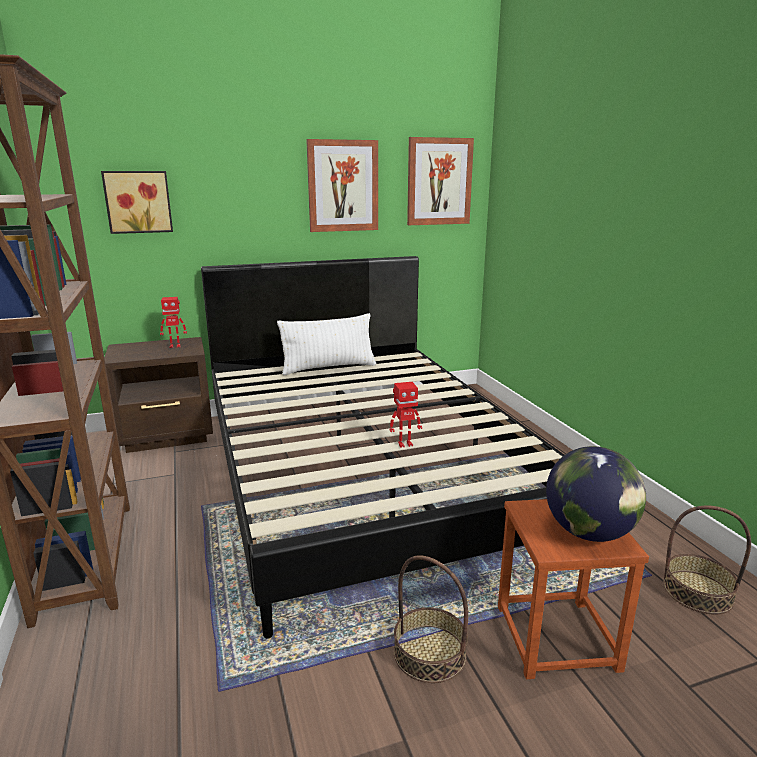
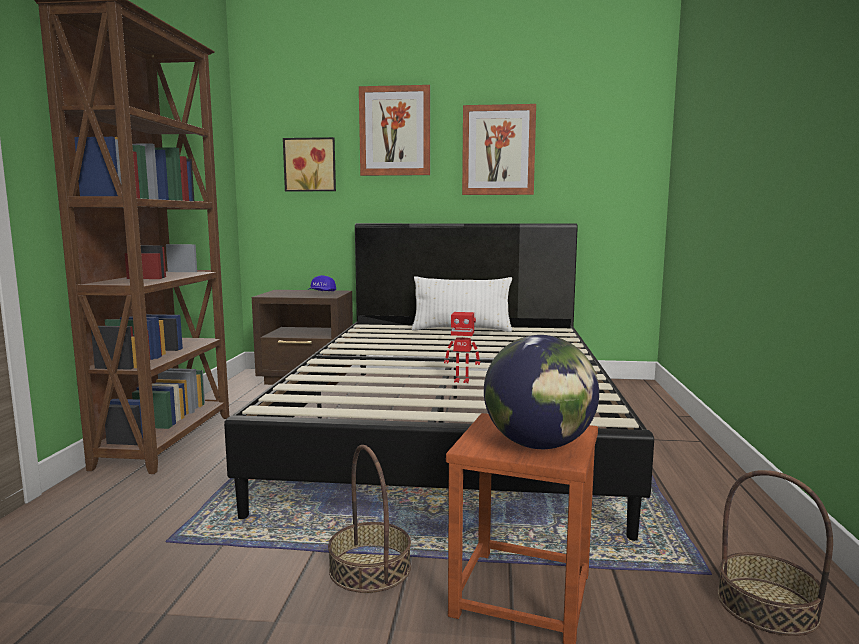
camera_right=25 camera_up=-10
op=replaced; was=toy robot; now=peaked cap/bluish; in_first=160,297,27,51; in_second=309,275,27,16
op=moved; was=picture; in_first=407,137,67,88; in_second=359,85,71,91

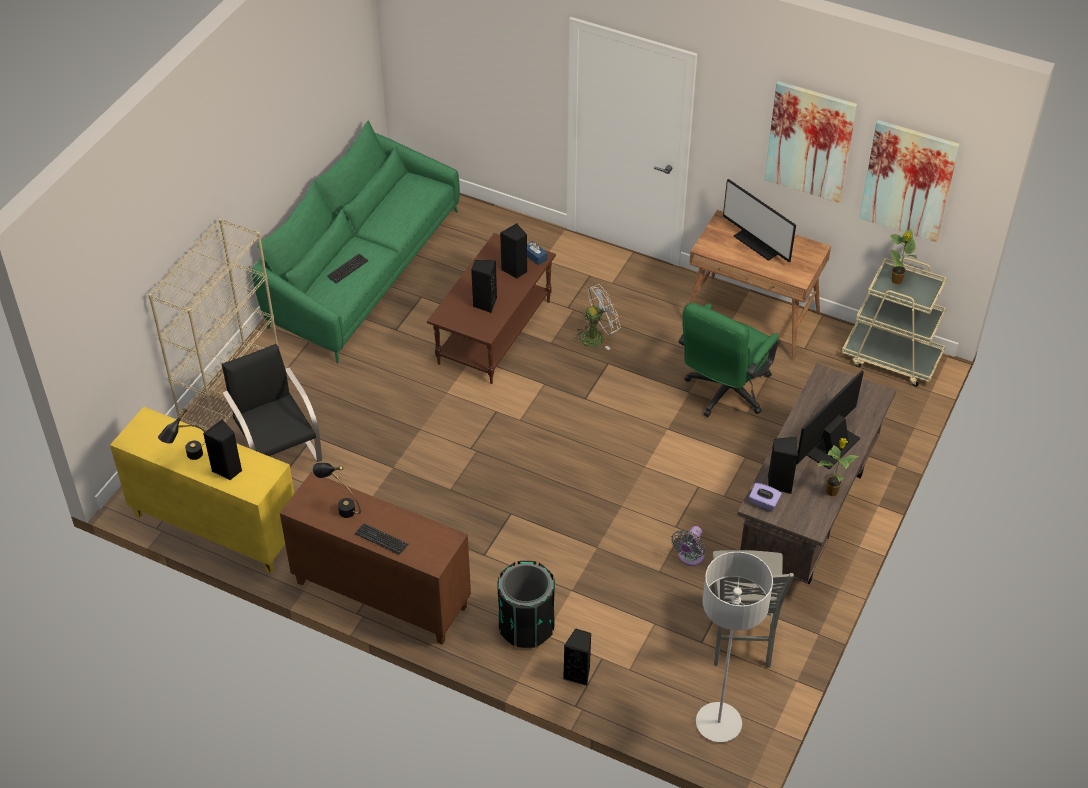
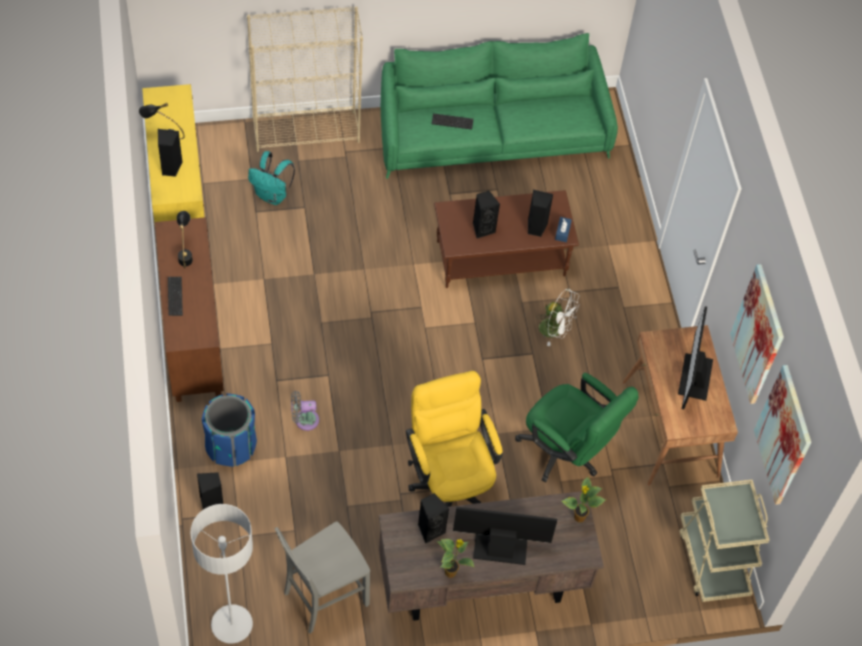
camera_right=50 camera_up=10
op=replaced; was=plain chair/black; now=backpack/turquoise; in_first=222,344,100,118; in_second=248,151,47,54
op=recoloured; was=rubbish bin/black; now=rubbish bin/bluish; in_first=497,561,58,87; in_second=202,393,55,74
op=moved; was=fan/gray; in_first=671,526,34,40; in_second=291,391,28,40
op=turned; was=desk chair/green-coloured; in_first=679,303,100,114; in_second=515,373,124,109; clockwise=-135
op=removed; was=tissue box/purple-coloured; in_first=749,483,33,28
op=moved; was=plant in a pot; in_first=890,229,27,55; in_second=561,477,45,45
op=added; now=desk chair/yellowish; in_second=406,371,97,136

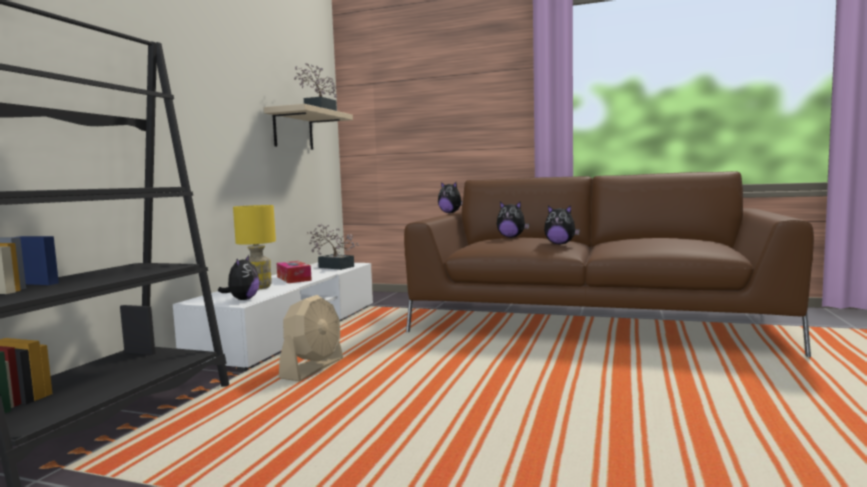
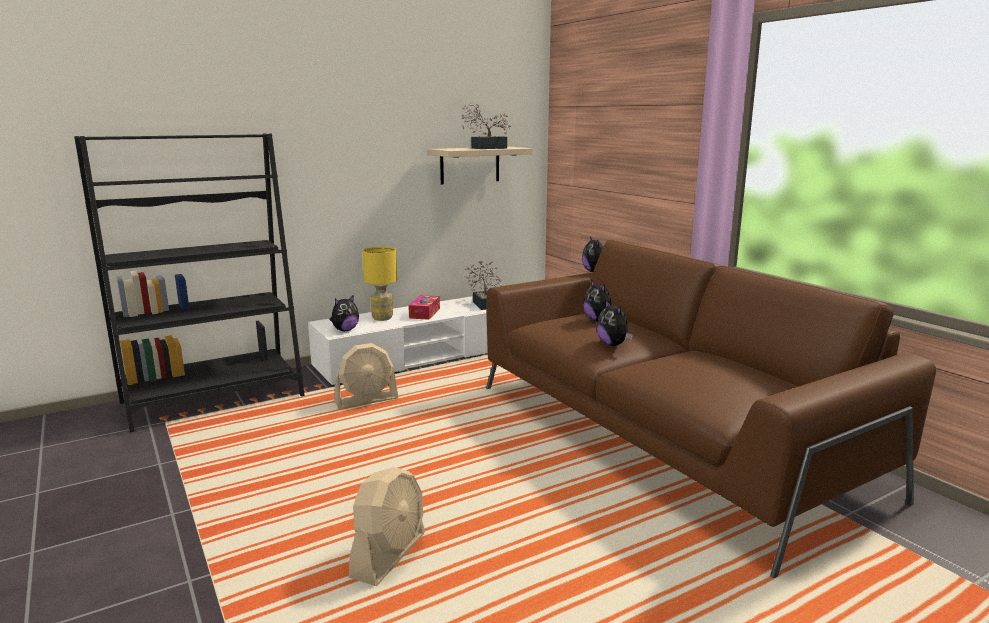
camera_right=40 camera_up=10
op=added; now=fan/sand-coloured; in_second=349,467,76,119

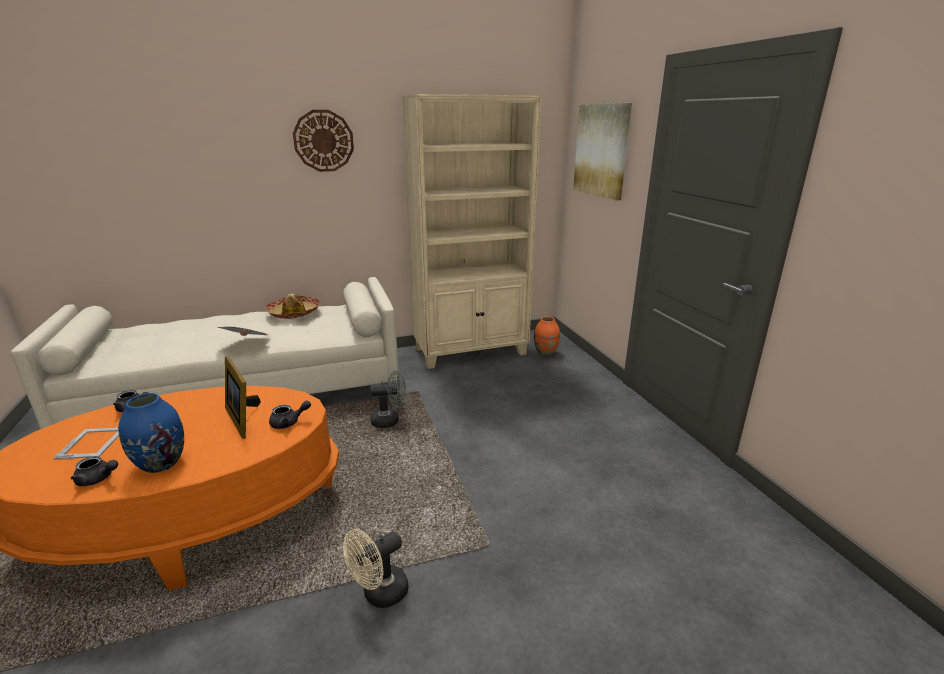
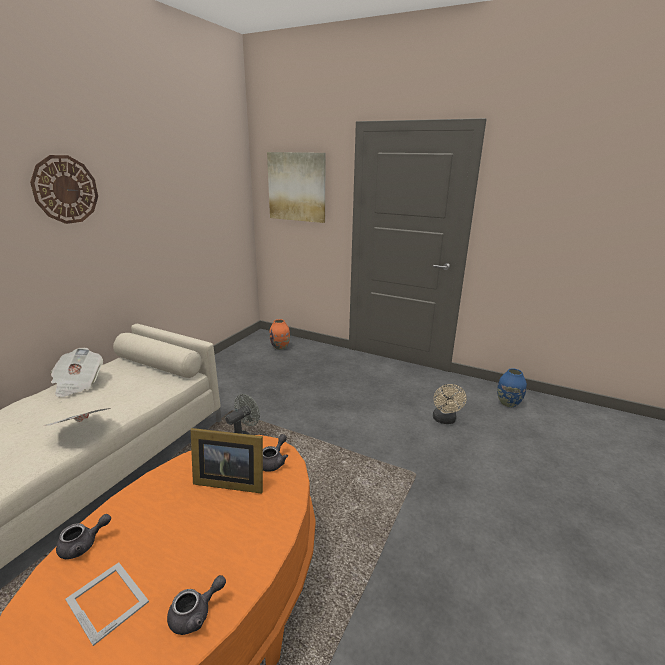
camera_right=-45 camera_up=0
op=moved; was=vase/bluish; in_first=118,393,66,80; in_second=497,368,30,39
op=replaced; was=clothing hat; now=daily paper; in_first=265,294,55,25; in_second=51,348,52,49
op=moved; was=fan/sand-coloured; in_first=343,529,65,79; in_second=433,384,34,40
op=removed; was=shelving unit/sand-coloured; in_first=402,94,140,275

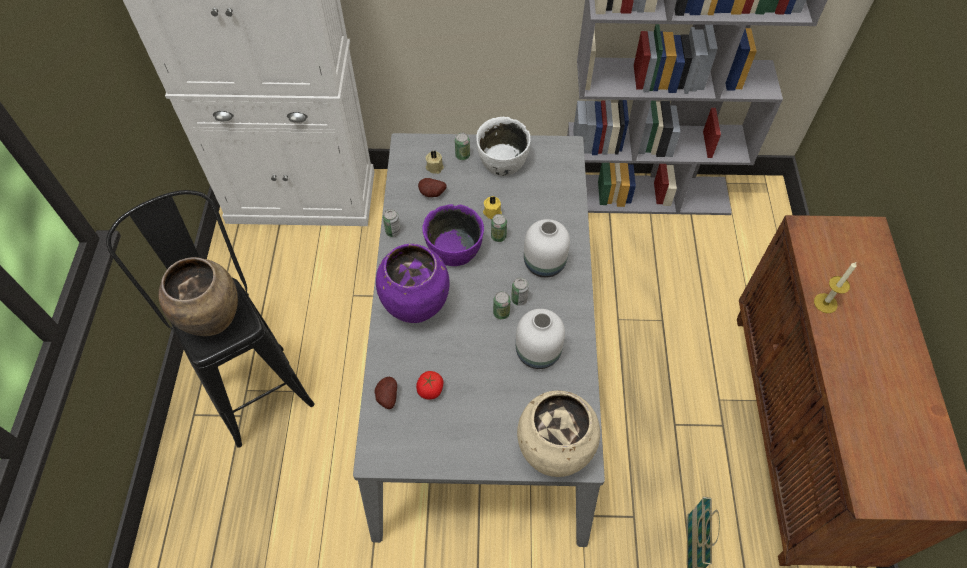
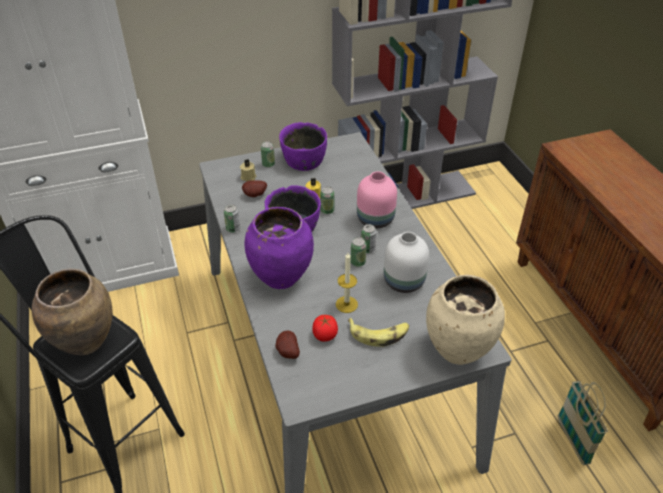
camera_right=-20 camera_up=-15
op=recoloured; was=deep dish/whitish; now=deep dish/purple-coloured; in_first=476,117,55,59; in_second=279,122,48,49
op=recoloured; was=vase/whitish; now=vase/pink; in_first=524,219,46,59; in_second=357,171,40,57
op=moved; was=wax candle; in_first=814,262,43,51; in_second=336,253,22,60
op=added; now=banana fruit; in_second=348,318,61,29

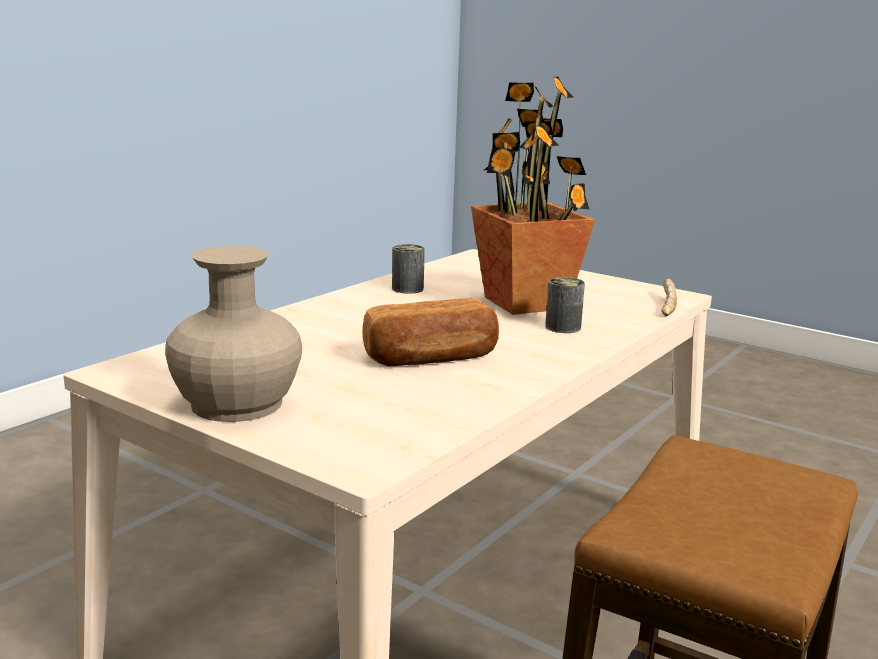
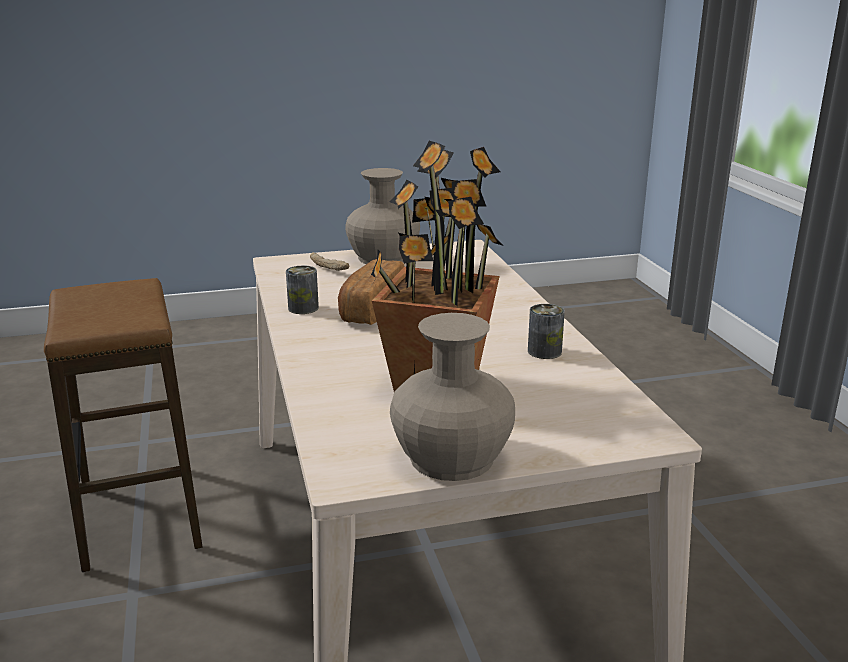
camera_right=130 camera_up=5
op=moved; was=sealed can; in_first=545,277,40,56; in_second=286,266,33,48
op=moved; was=bakery bread; in_first=661,279,16,37; in_second=310,252,39,19
op=added; now=vase/sand-coloured; in_second=390,313,125,168

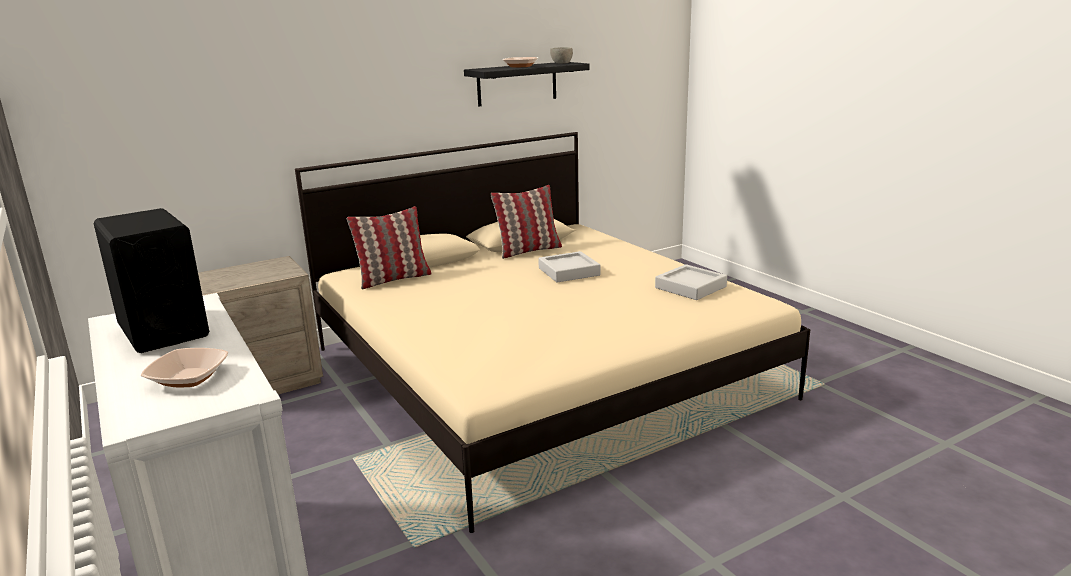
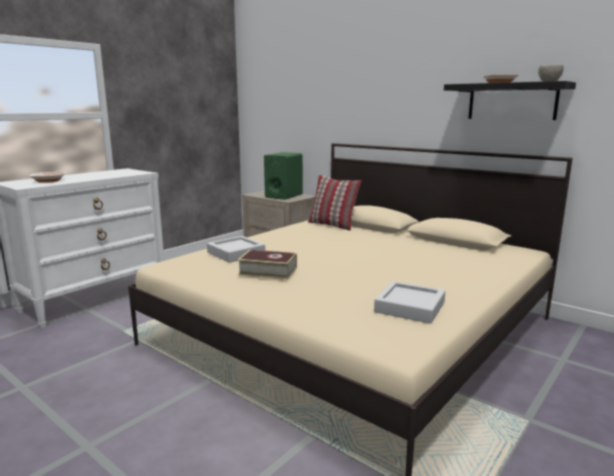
camera_right=70 camera_up=-5
op=removed; was=loudspeaker/black; in_first=94,208,115,145
op=removed; was=throw pillow; in_first=490,185,72,74
op=moved; was=tray/gray; in_first=538,251,63,32; in_second=207,236,58,27
op=added; now=volume; in_second=238,250,59,29
op=added; now=loudspeaker/green-coloured; in_second=264,152,39,48

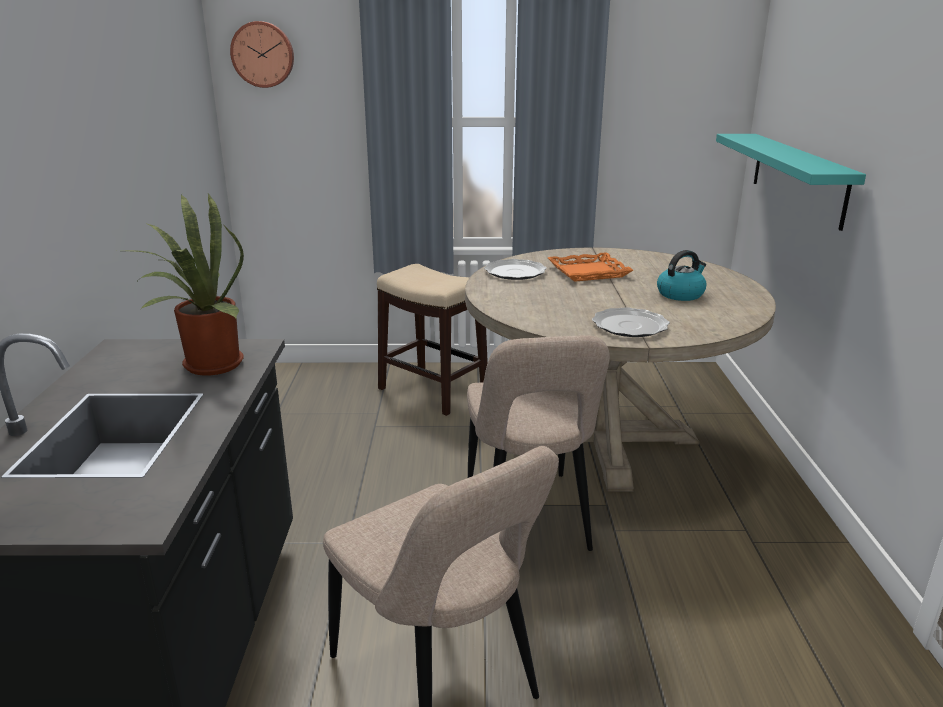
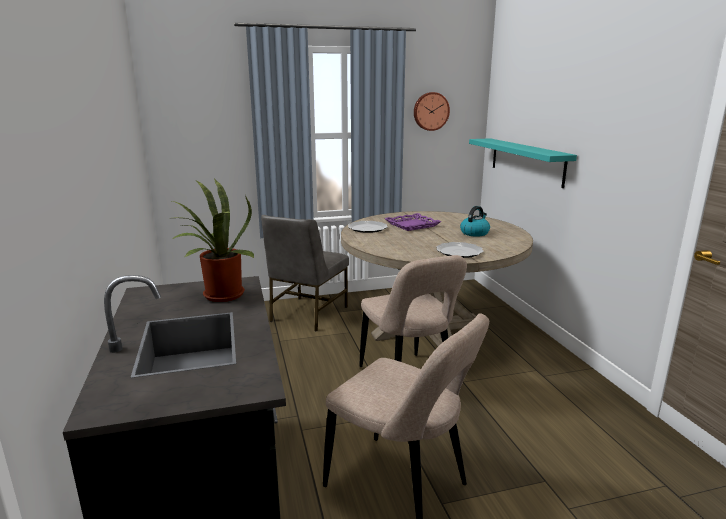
camera_right=-15 camera_up=-5
op=moved; was=wall clock; in_first=230,21,64,67; in_second=414,92,36,39
op=replaced; was=stool; now=plain chair/gray; in_first=377,264,111,152; in_second=261,215,88,117
op=recoloured; was=tray/orangey; now=tray/purple-coloured; in_first=548,252,85,30; in_second=385,213,56,18

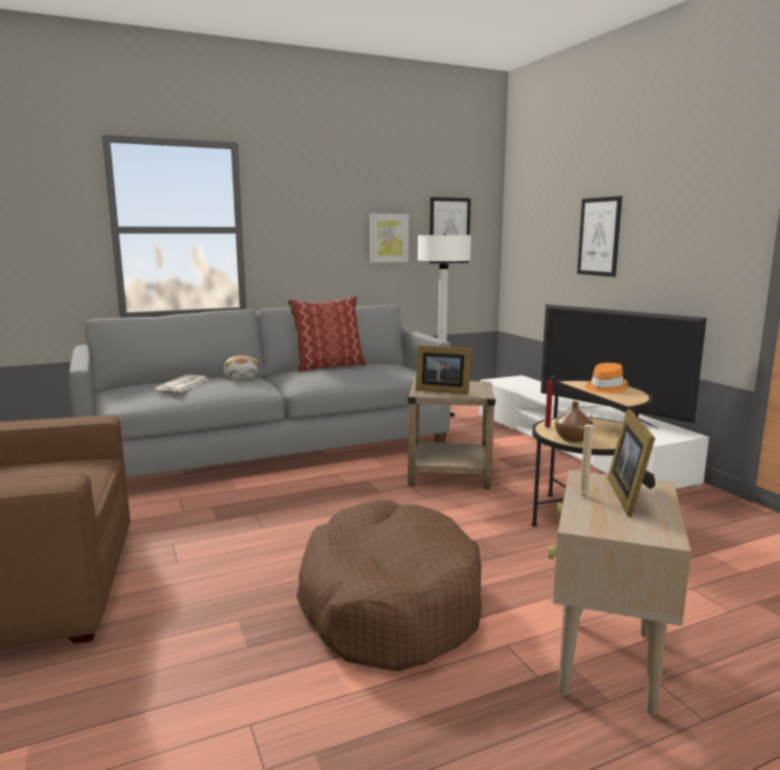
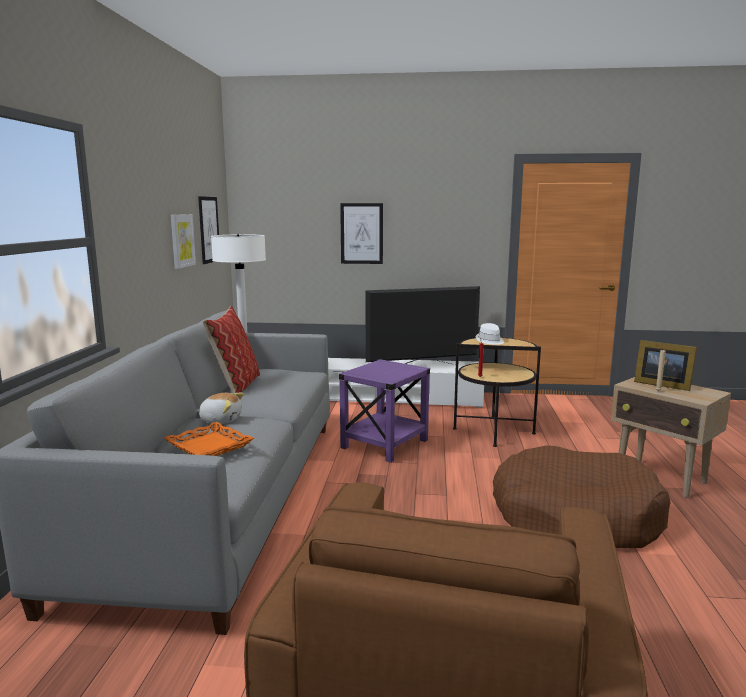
camera_right=-60 camera_up=0
op=replaced; was=daily paper; now=tray/orangey; in_first=155,375,54,17; in_second=164,422,90,34
op=recoloured; was=accent table/sand-coloured; now=accent table/purple-coloured; in_first=407,380,89,110; in_second=339,359,91,104
op=removed; was=photo frame; in_first=416,345,56,49
op=removed; was=vase/brown; in_first=555,401,38,41
op=recoloured; was=clothing hat/orangey; now=clothing hat/whitish; in_first=585,363,43,30; in_second=476,323,28,22

